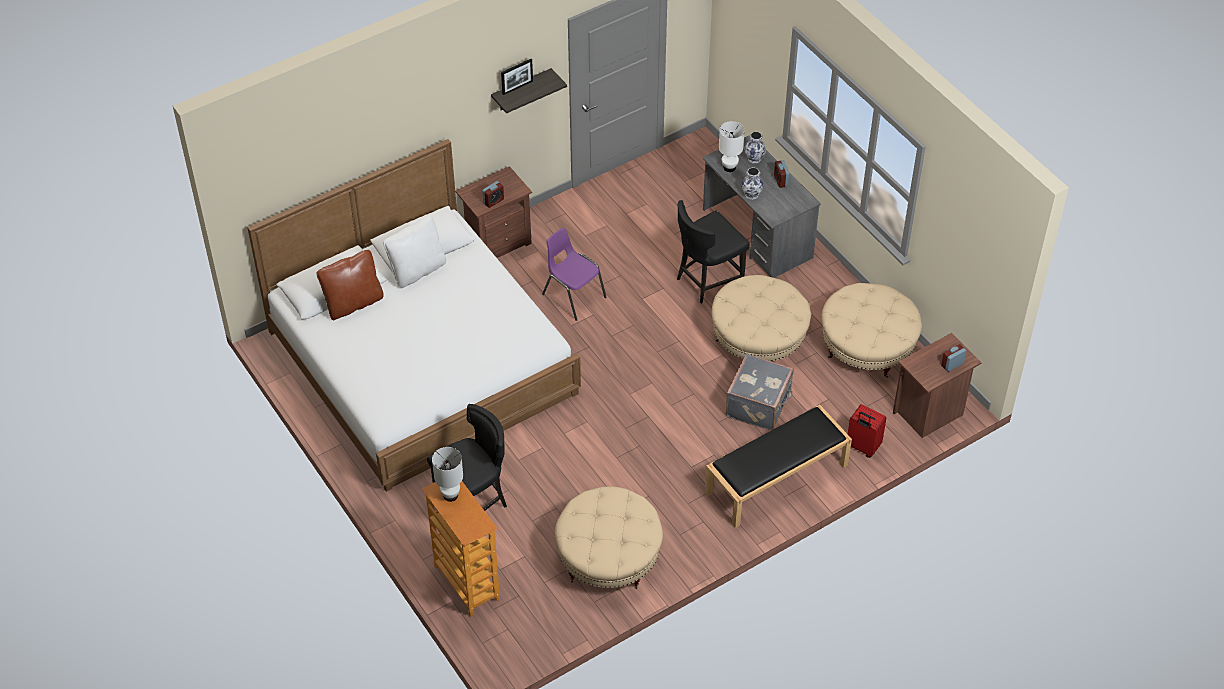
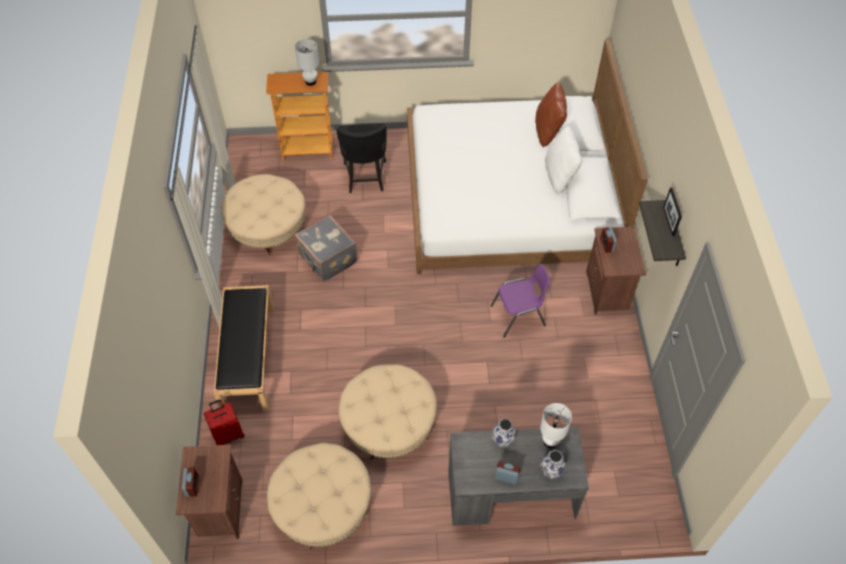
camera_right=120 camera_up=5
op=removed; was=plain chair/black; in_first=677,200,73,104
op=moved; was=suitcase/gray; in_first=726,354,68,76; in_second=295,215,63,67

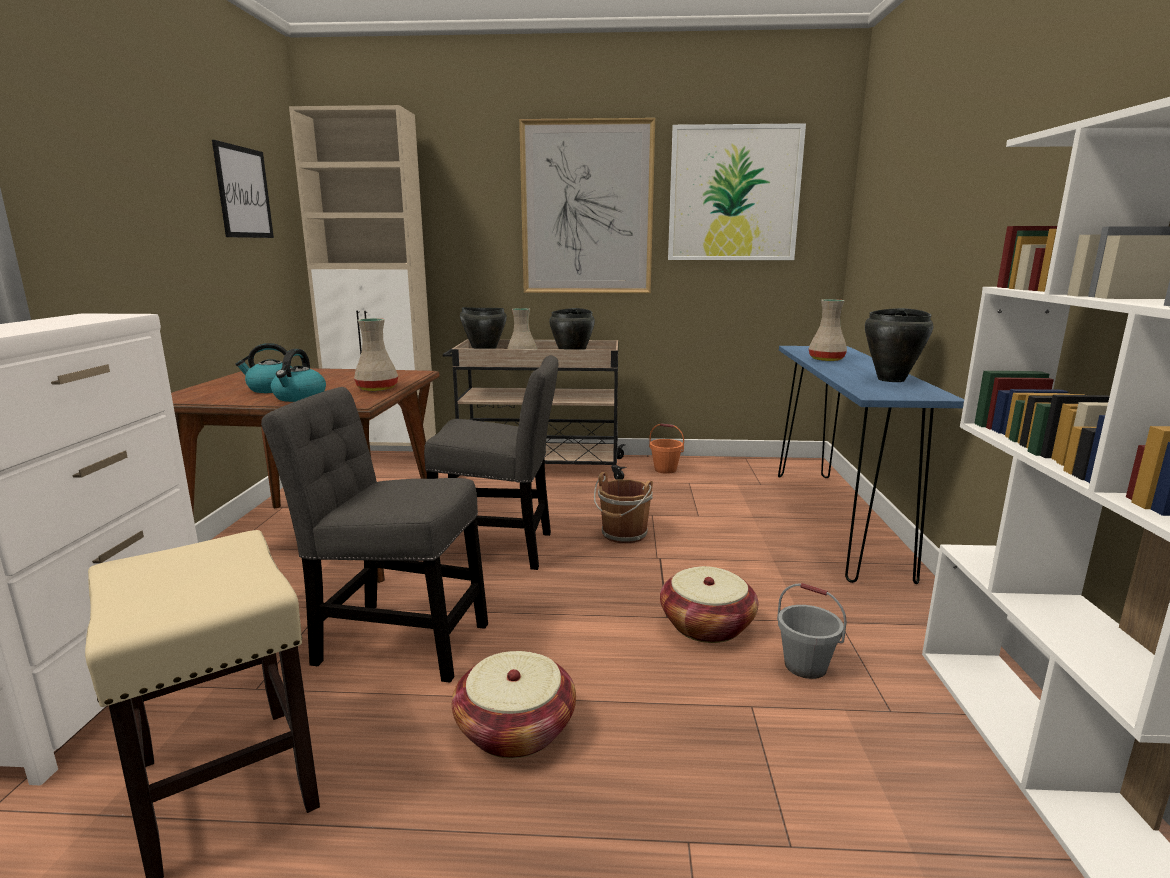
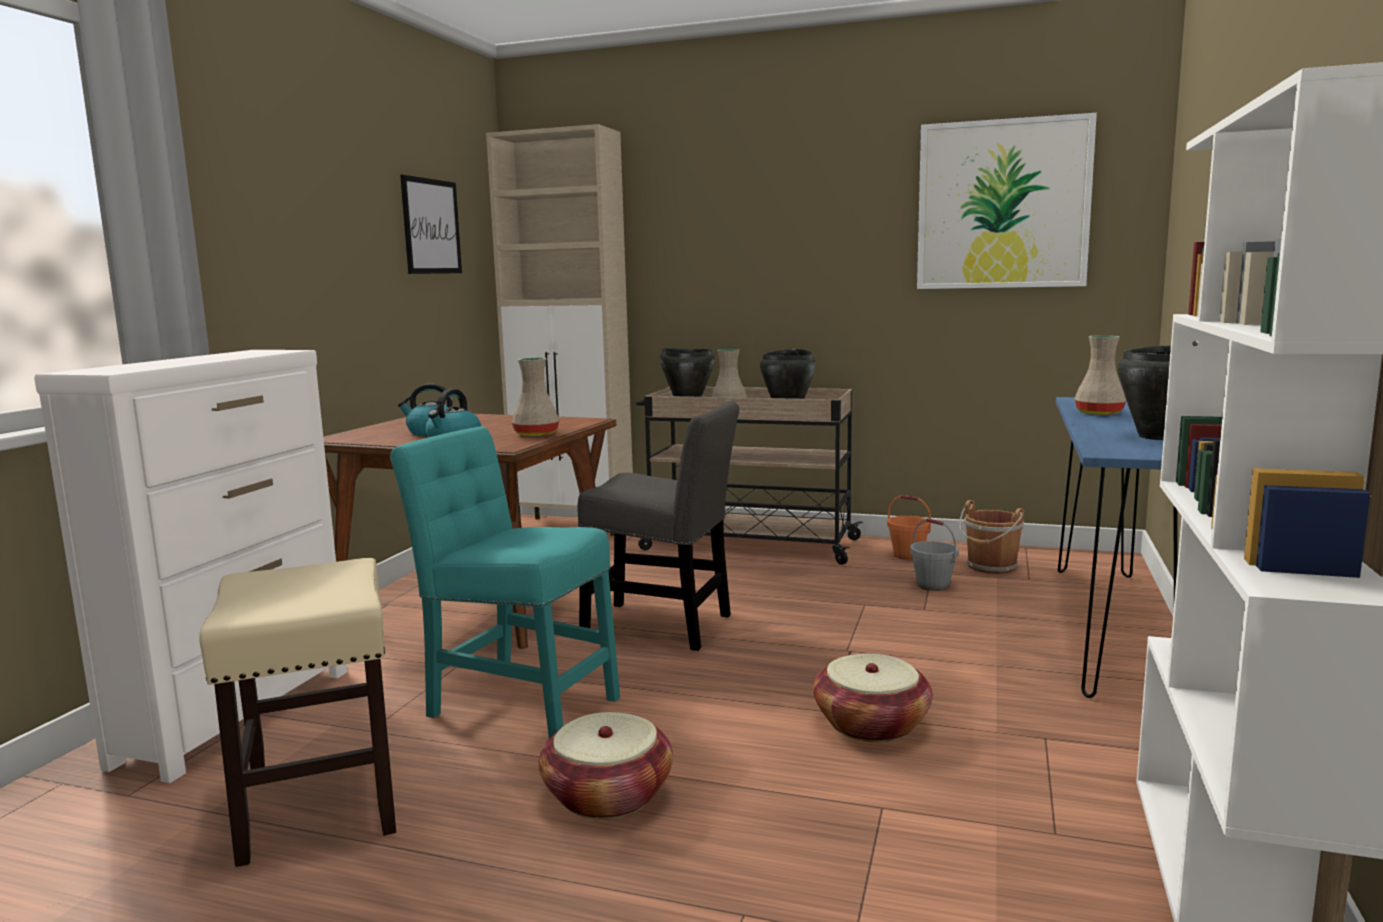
camera_right=15 camera_up=-5
op=recoloured; was=plain chair/gray; now=plain chair/turquoise; in_first=261,387,227,296; in_second=390,426,230,312
op=removed; was=picture; in_first=519,118,136,175
op=moved; was=pail/brown; in_first=594,472,59,71; in_second=959,500,65,74
op=moved; was=pail/gray; in_first=777,583,70,96; in_second=910,518,49,73

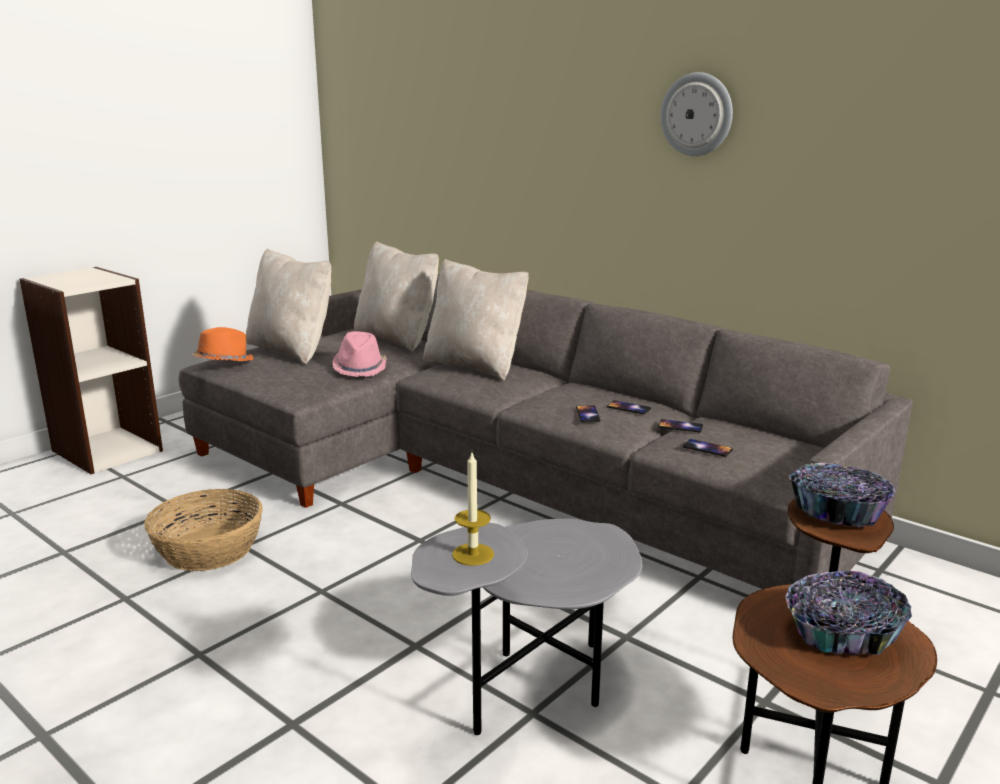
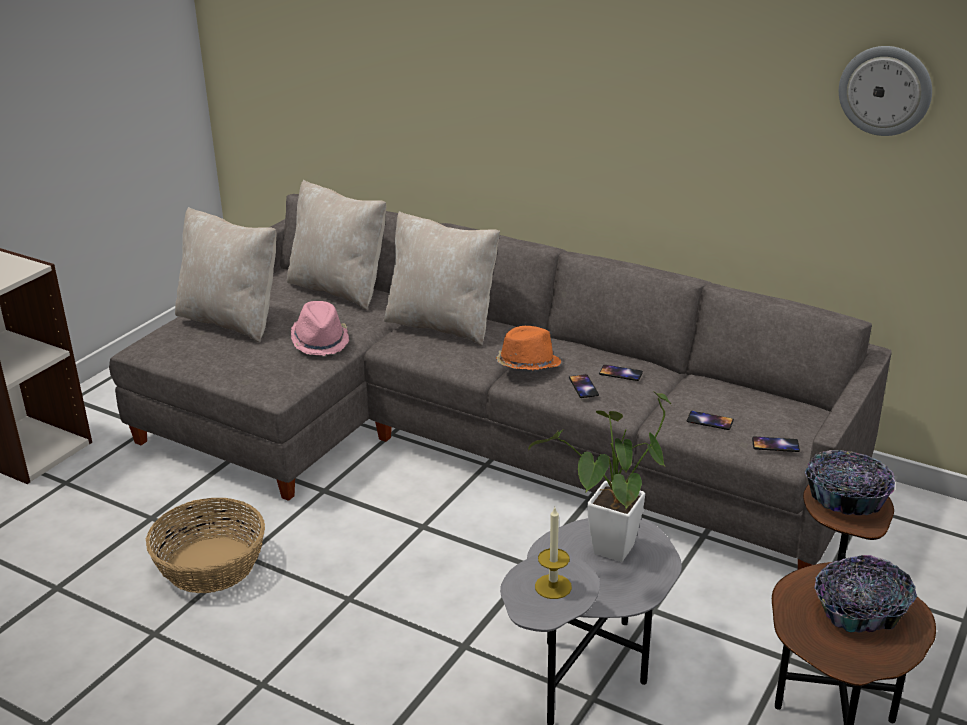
camera_right=-10 camera_up=10
op=moved; was=clothing hat/orangey; in_first=192,327,62,34; in_second=496,326,65,45
op=moved; was=telephone; in_first=658,419,45,13; in_second=752,436,48,16
op=moved; was=wall clock; in_first=661,72,72,84; in_second=839,46,93,90
op=added; now=plant in a pot; in_second=528,391,144,171

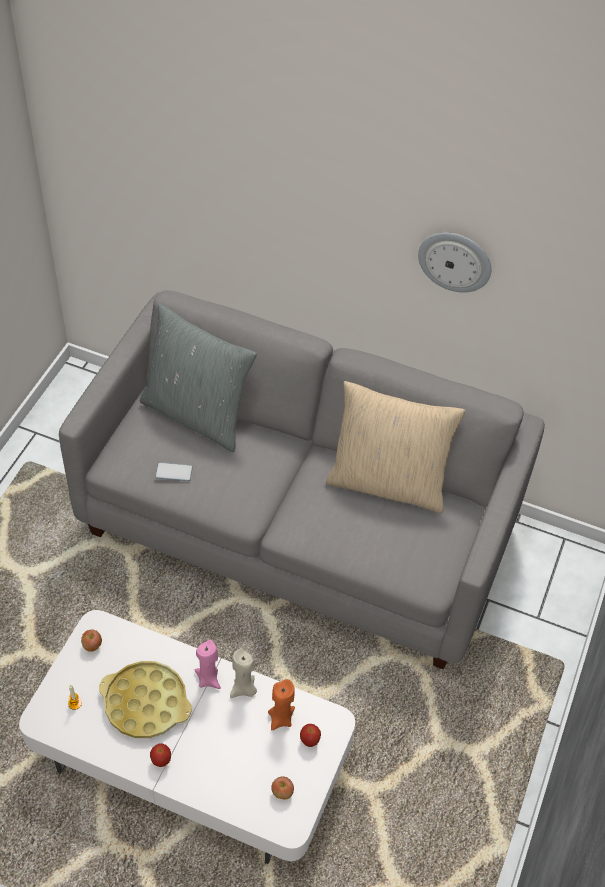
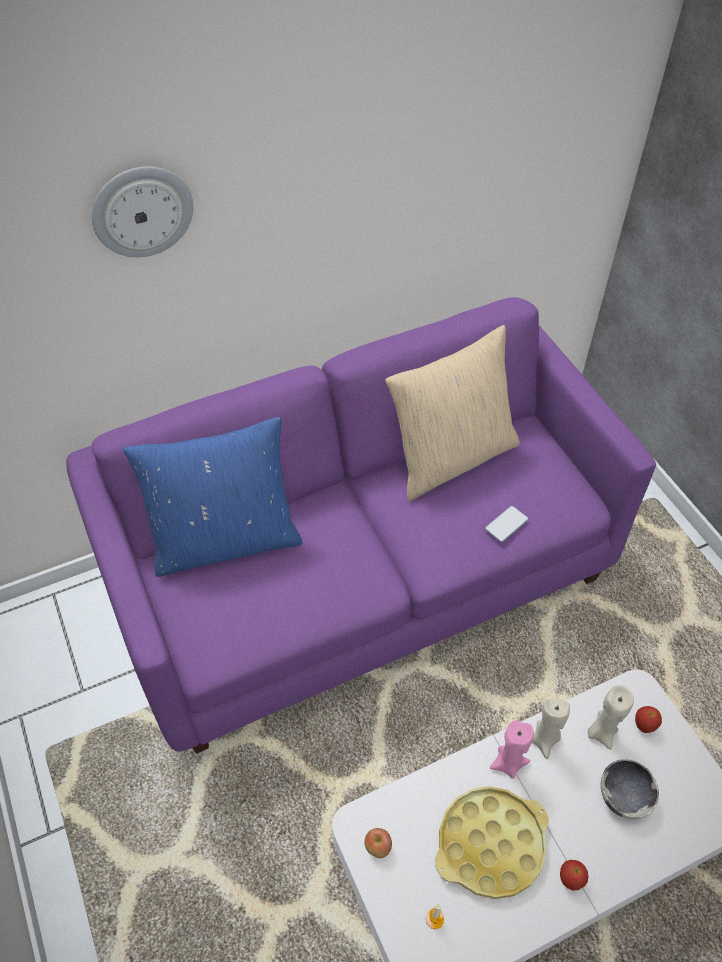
camera_right=-45 camera_up=0
op=recoloured; was=couch/gray; now=couch/purple-coloured; in_first=59,290,486,379; in_second=66,297,590,457
op=recoloured; was=throw pillow/gray; now=throw pillow/bluish; in_first=140,304,117,148; in_second=123,417,179,160
op=moved; was=telephone; in_first=155,462,38,19; in_second=485,506,43,36
op=recoloured; was=wax candle/orangey; now=wax candle/sand-coloured; in_first=268,679,27,51; in_second=588,685,46,65
op=removed; was=apple fruit; in_first=271,776,23,24
op=moved; was=wall clock; in_first=418,233,73,60; in_second=92,167,101,90
op=added; now=deep dish; in_second=601,759,58,60

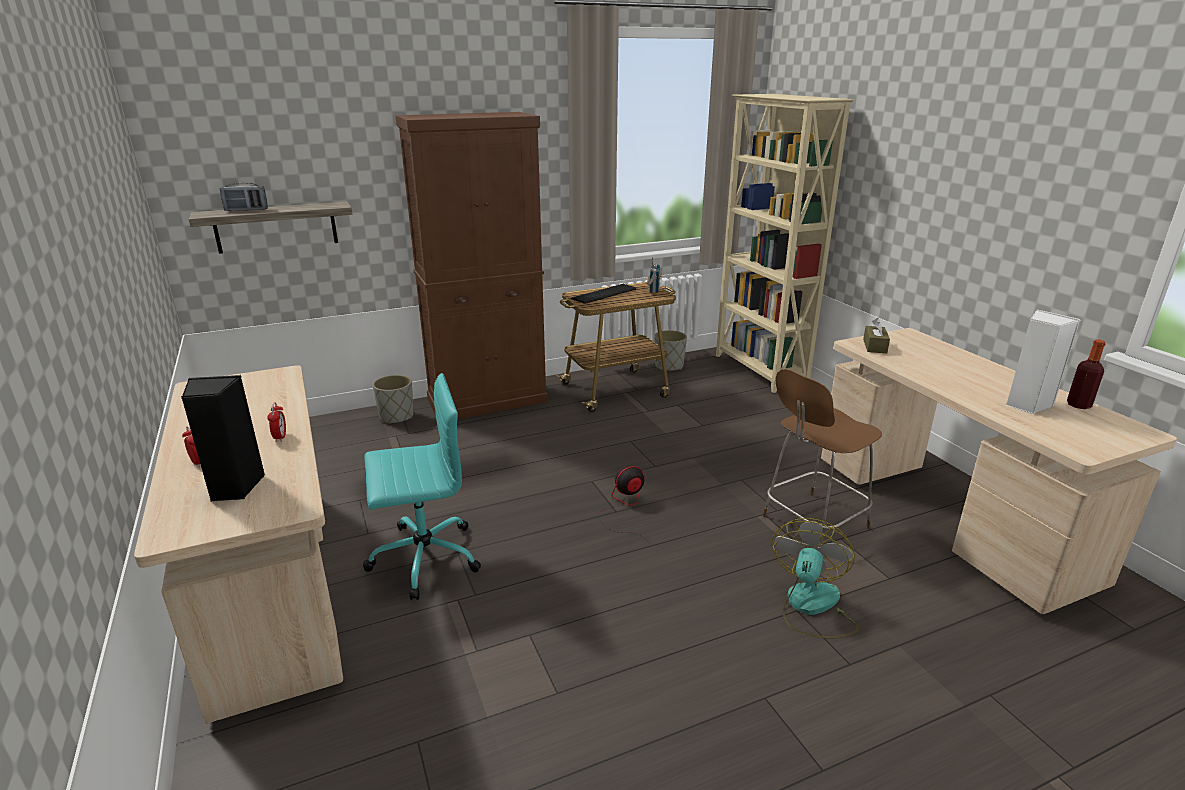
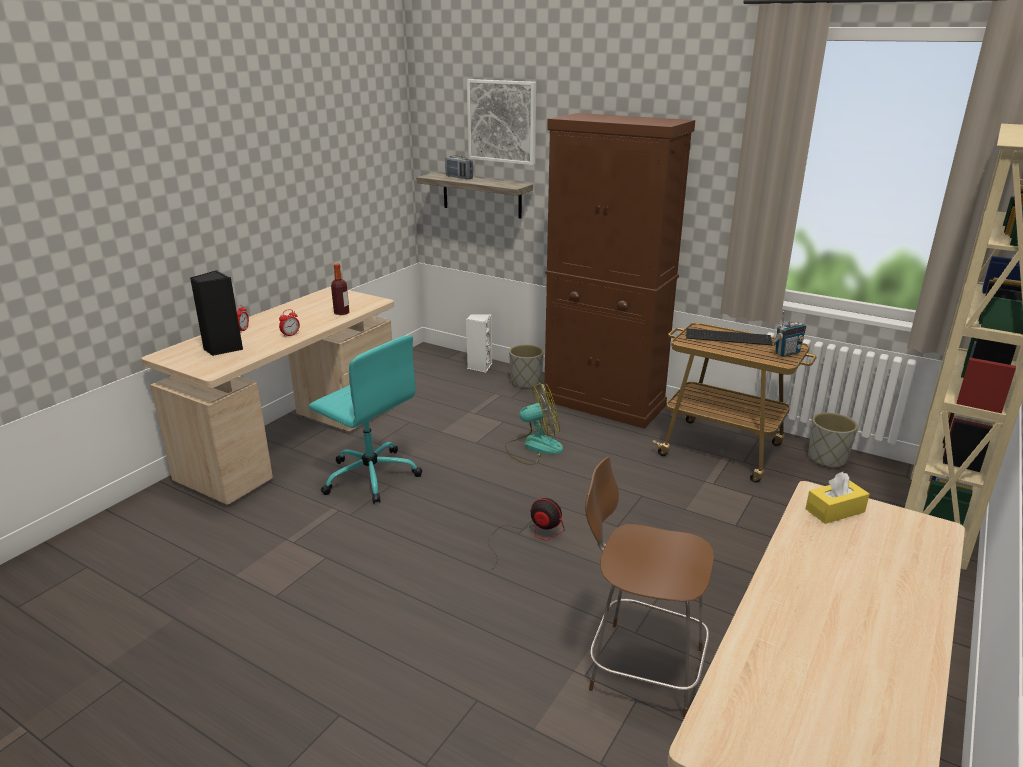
camera_right=55 camera_up=0
op=moved; was=fan; in_first=772,518,87,120; in_second=505,382,58,83
op=recoloured; was=tissue box/brown; now=tissue box/yellowish; in_first=863,318,27,36; in_second=805,472,64,52
op=moved; was=loudspeaker/whitish; in_first=1006,310,75,104; in_second=466,314,26,59
op=moved; was=beverage bottle; in_first=1067,339,38,70; in_second=331,264,18,51
op=added; now=picture; in_second=467,79,69,86

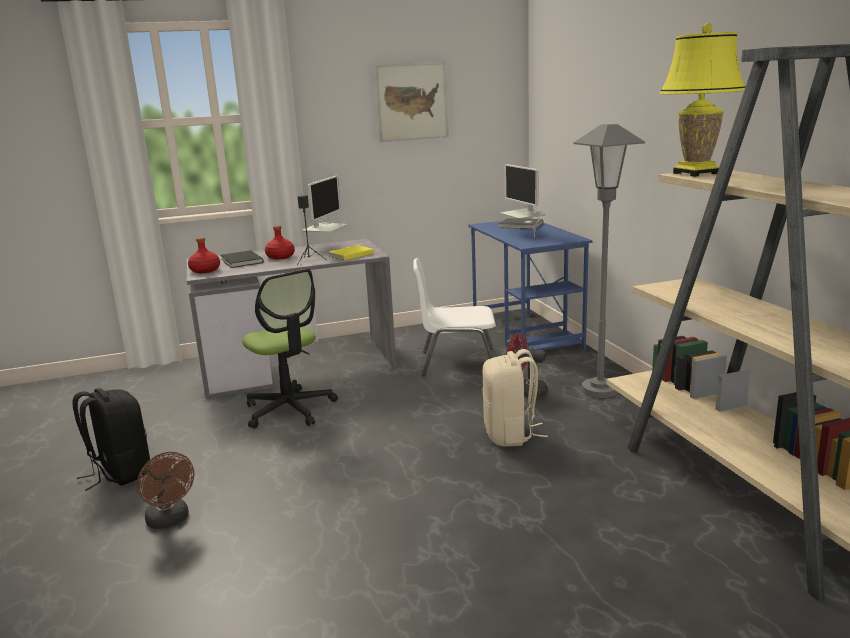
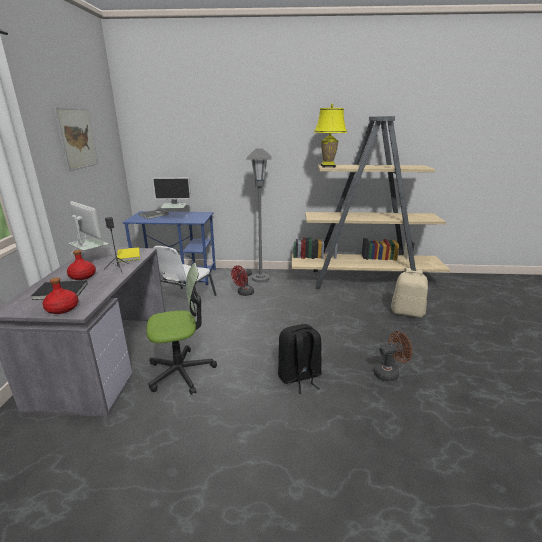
camera_right=-70 camera_up=5
op=moved; was=backpack/black; in_first=72,388,78,103; in_second=278,324,44,70
op=moved; was=fan/brown; in_first=137,452,57,77; in_second=374,331,39,51
op=moved; was=backpack/sand-coloured; in_first=482,349,66,98; in_second=391,268,37,50

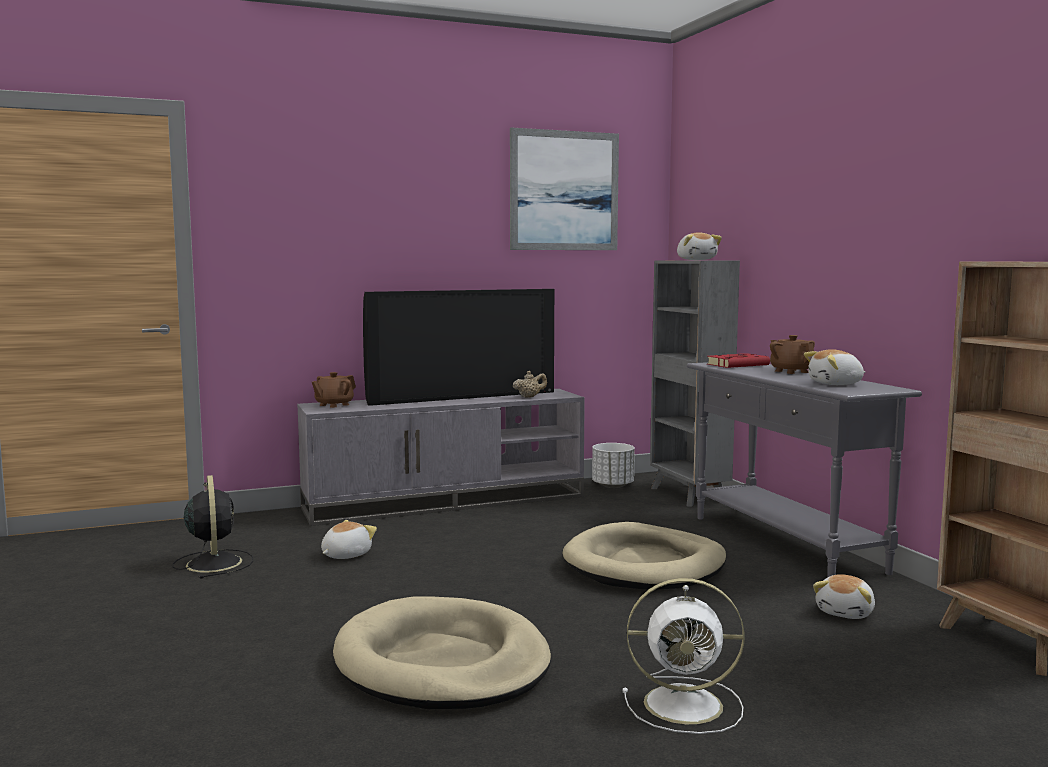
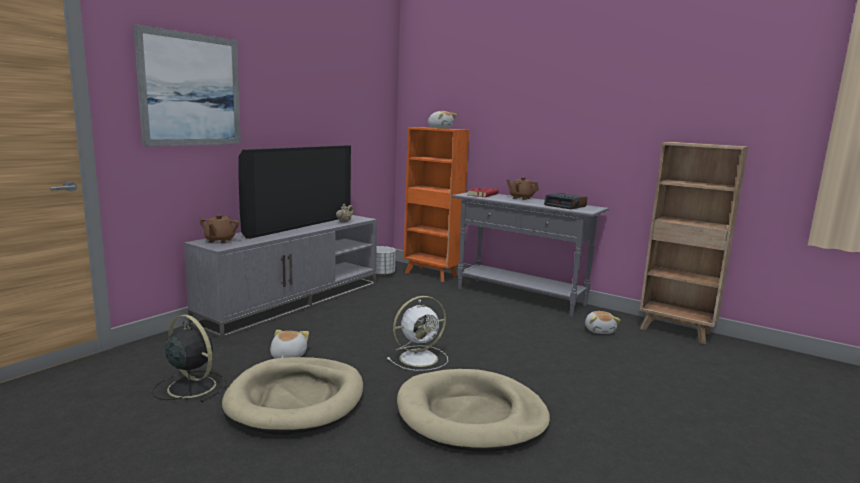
camera_right=-35 camera_up=5
op=moved; was=picture; in_first=510,127,109,123; in_second=133,24,108,122
op=moved; was=pet bed/sand-coloured; in_first=563,522,163,67; in_second=222,357,141,78
op=moved; was=fan/whitish; in_first=623,578,122,156; in_second=387,296,61,75
op=recoloured; was=shelving unit/gray; now=shelving unit/orangey; in_first=650,260,90,247; in_second=403,127,66,155
op=replaced; was=soft toy; now=alarm clock; in_first=804,349,61,36; in_second=544,193,43,16

